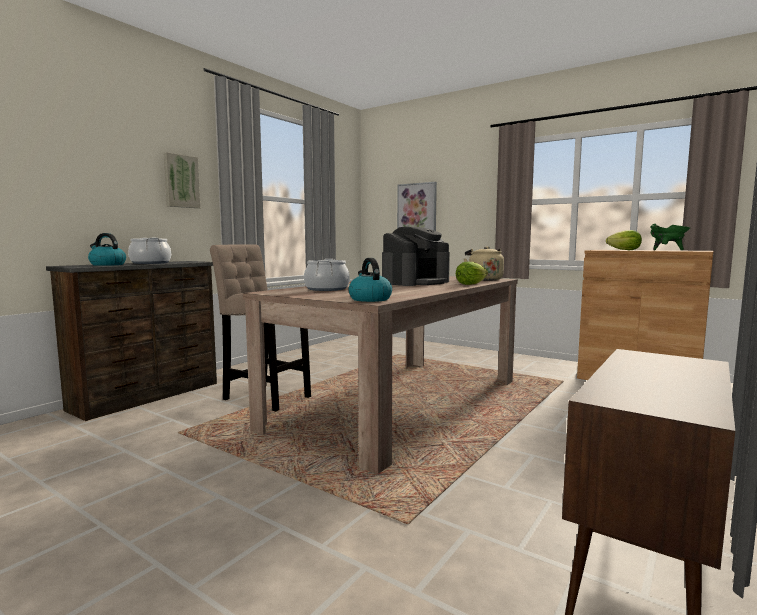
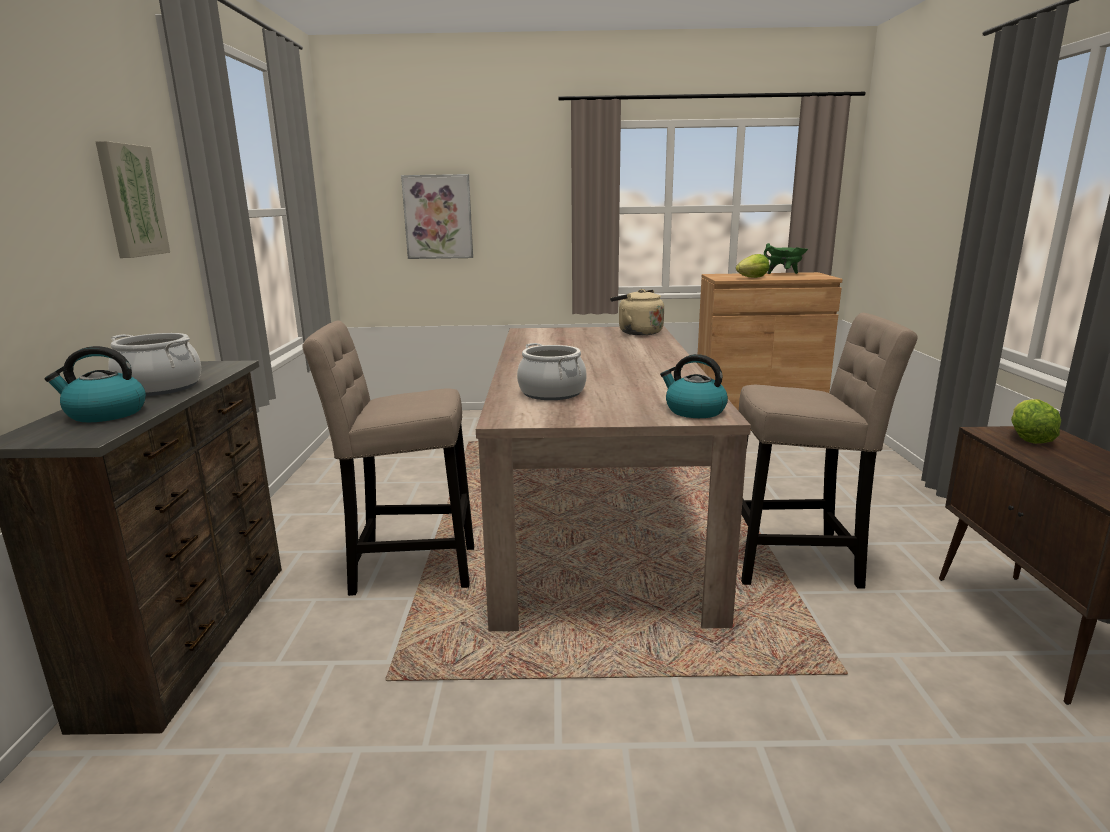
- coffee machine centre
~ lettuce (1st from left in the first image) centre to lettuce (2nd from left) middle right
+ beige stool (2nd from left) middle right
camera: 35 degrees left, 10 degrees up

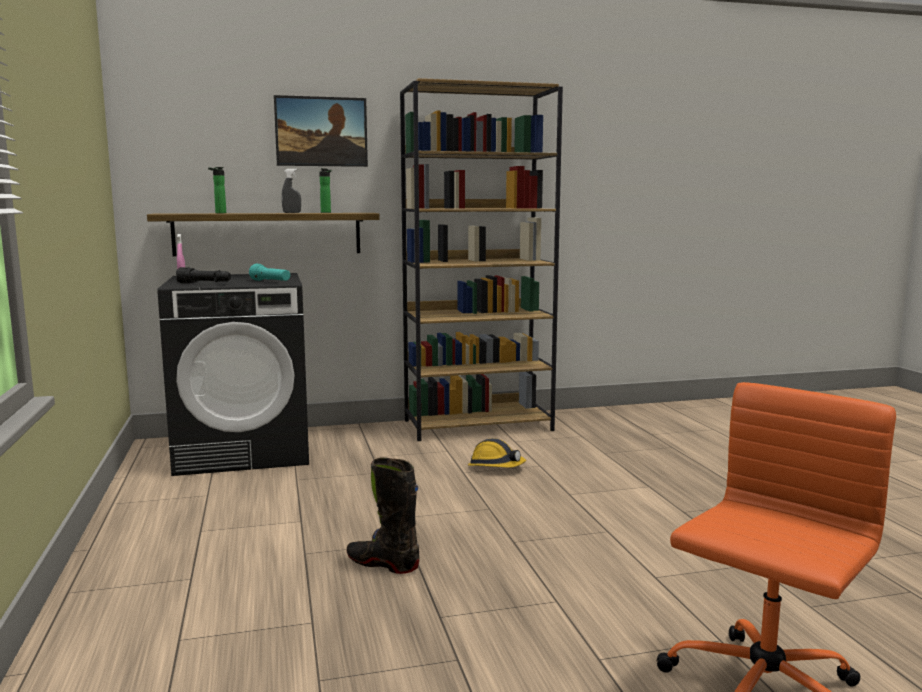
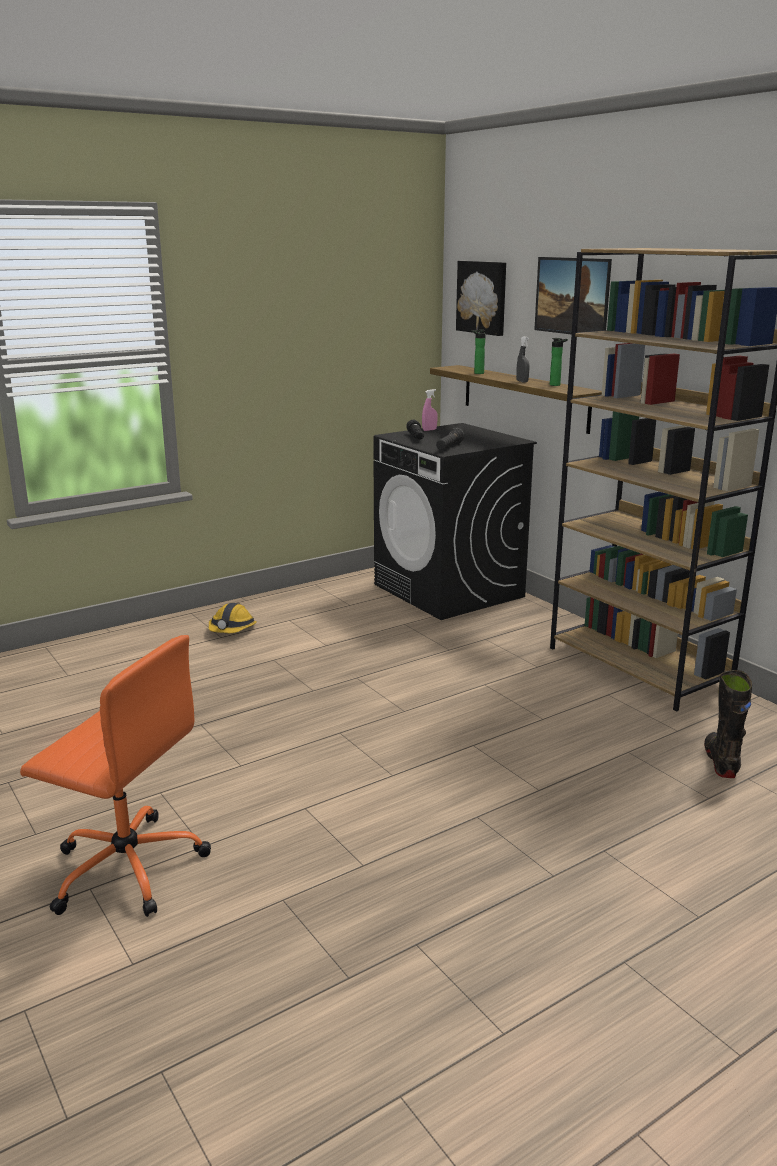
~ turquoise flashlight middle left to black flashlight (2nd from left) centre
~ black boot bottom centre to middle right
~ hard hat centre to middle left
+ picture (1st from left) top centre
camera: 70 degrees right, 10 degrees up

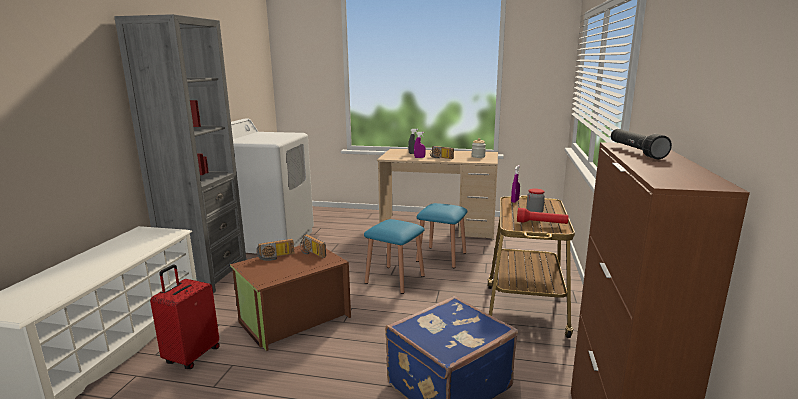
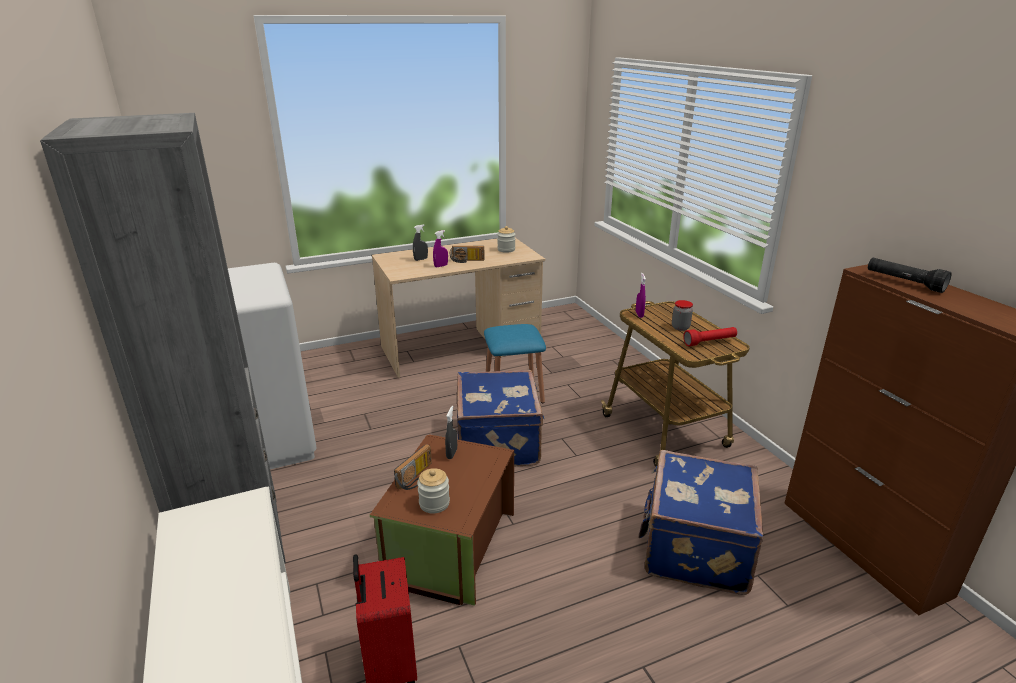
~ radio (2nd from left) centre to grey spray bottle (2nd from left) centre
~ blue stool (1st from left) centre to blue suitcase (1st from left) centre
+ jar (1st from left) bottom centre
camera: 35 degrees left, 10 degrees up

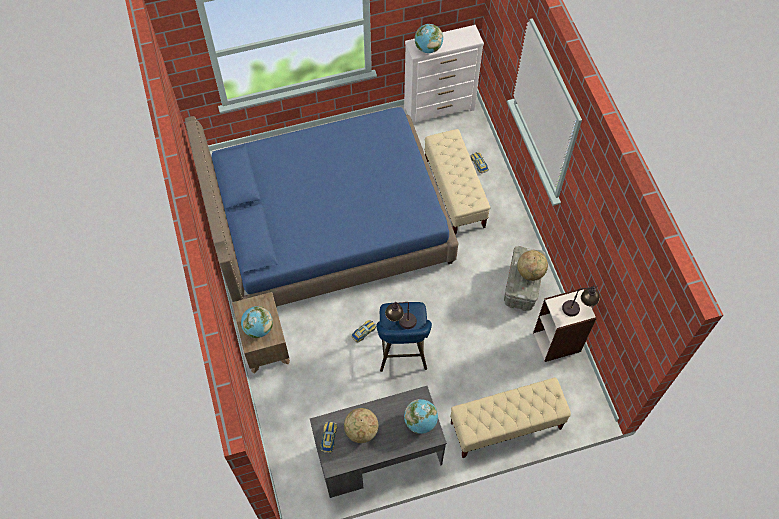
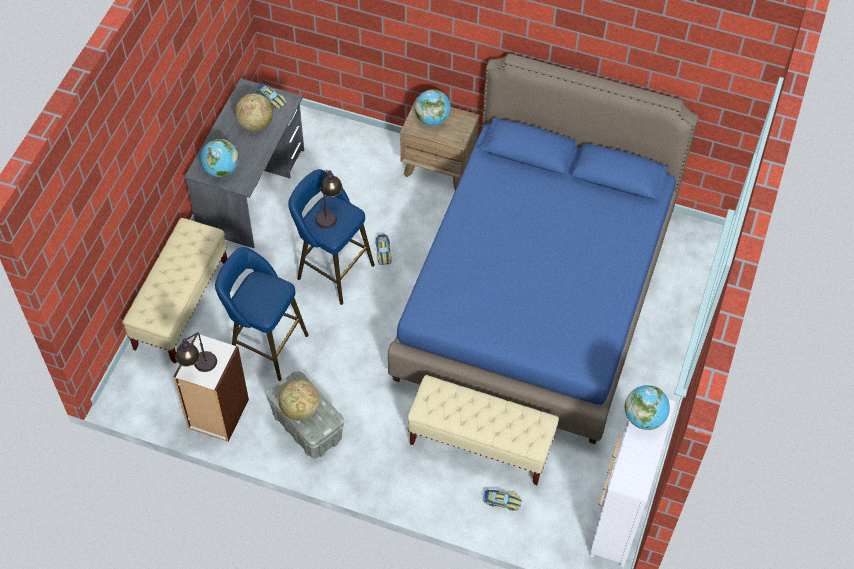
+ blue stool (1st from left) middle left
camera: 125 degrees right, 5 degrees down

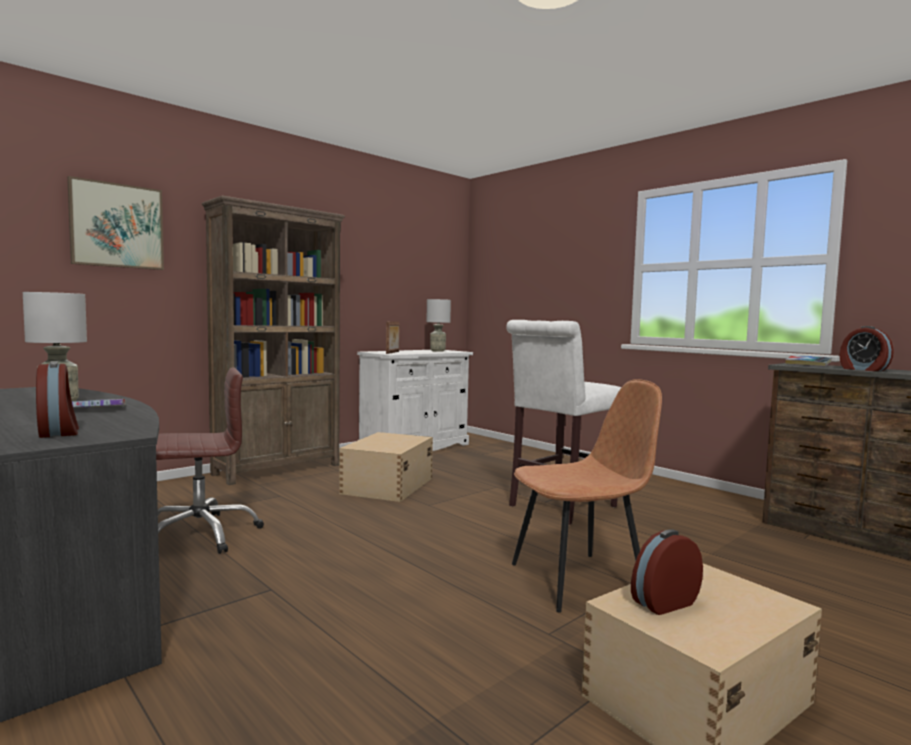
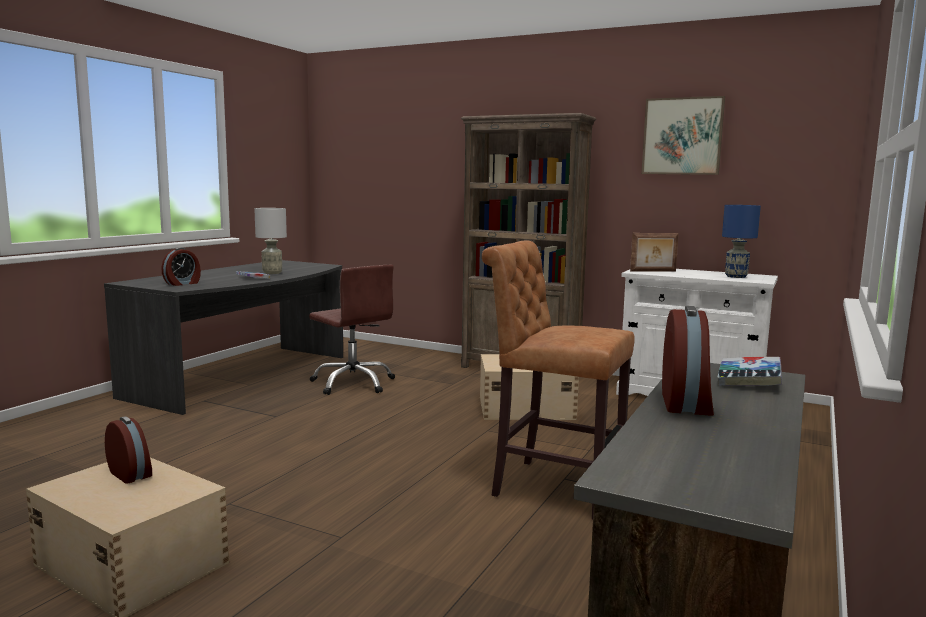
~ picture top left to top right
~ grey table lamp (2nd from left) centre to blue table lamp middle right
~ white stool centre to brown stool centre
- brown chair centre
~ alarm clock (3rd from left) middle right = middle right 150 degrees clockwise
camera: 70 degrees right, 5 degrees up

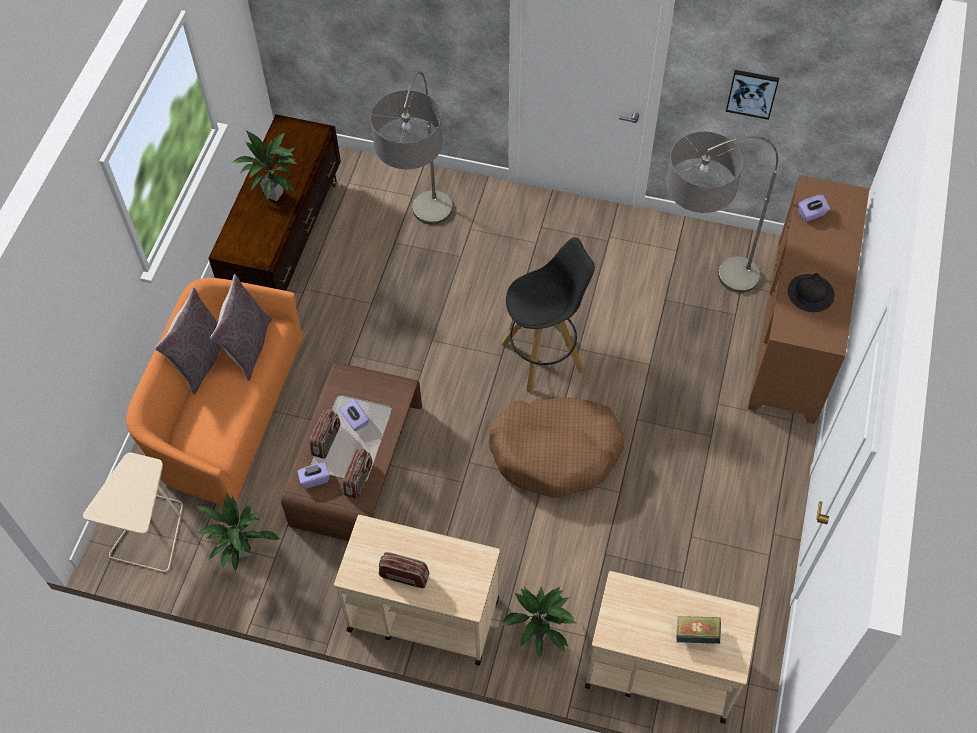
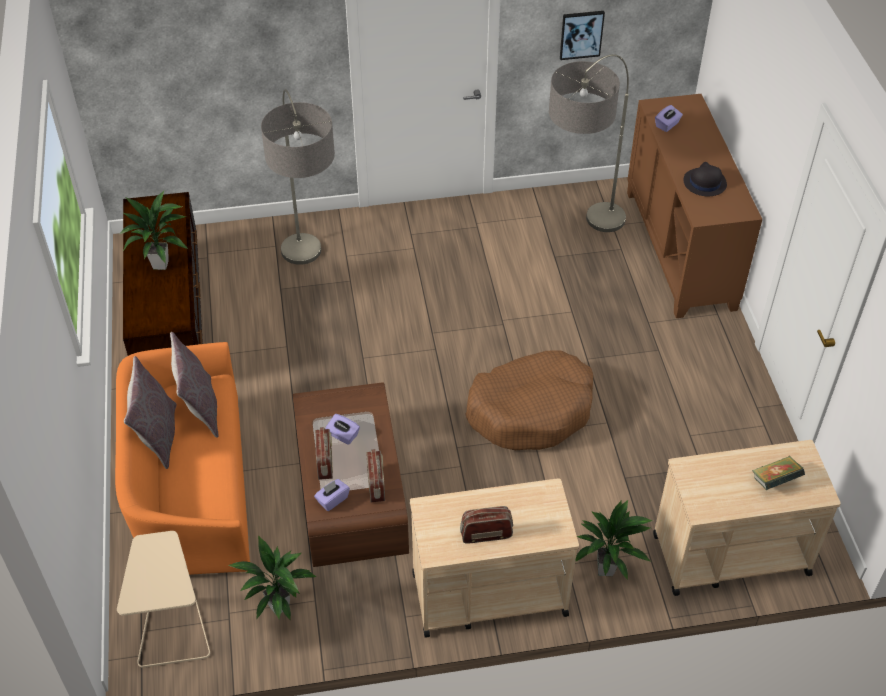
- black stool centre
camera: 25 degrees left, 10 degrees down

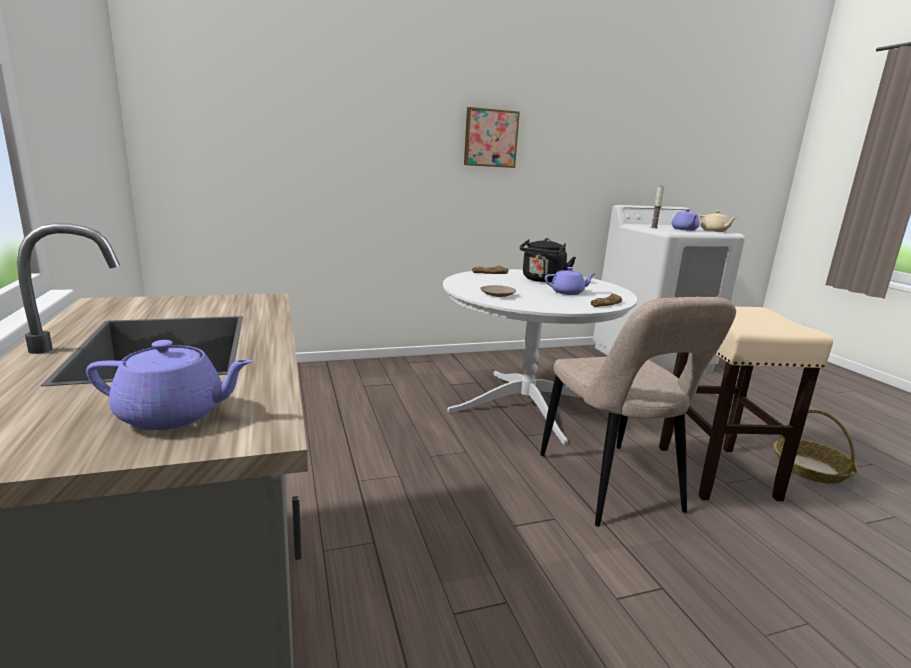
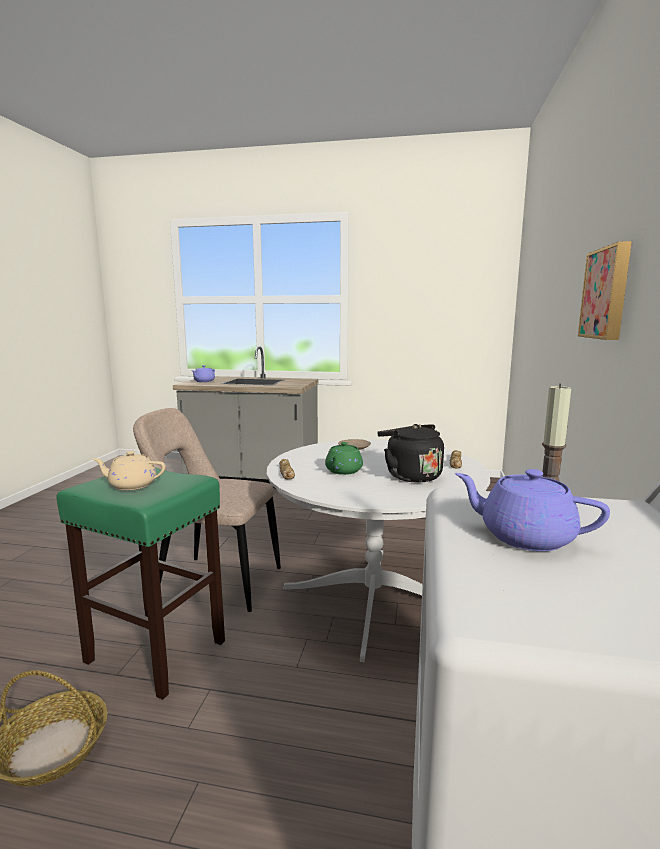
~ purple teapot (2nd from left) centre to green teapot centre
~ beige stool middle right to green stool bottom left
~ beige teapot top right to middle left
camera: 120 degrees right, 5 degrees down

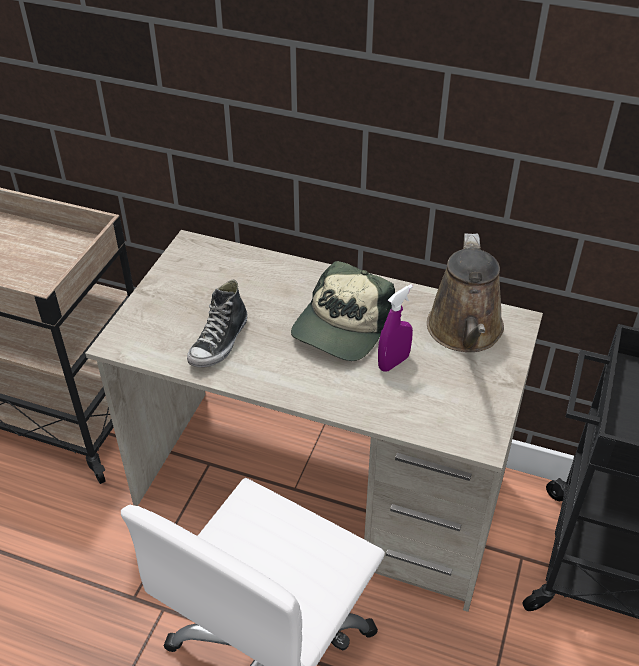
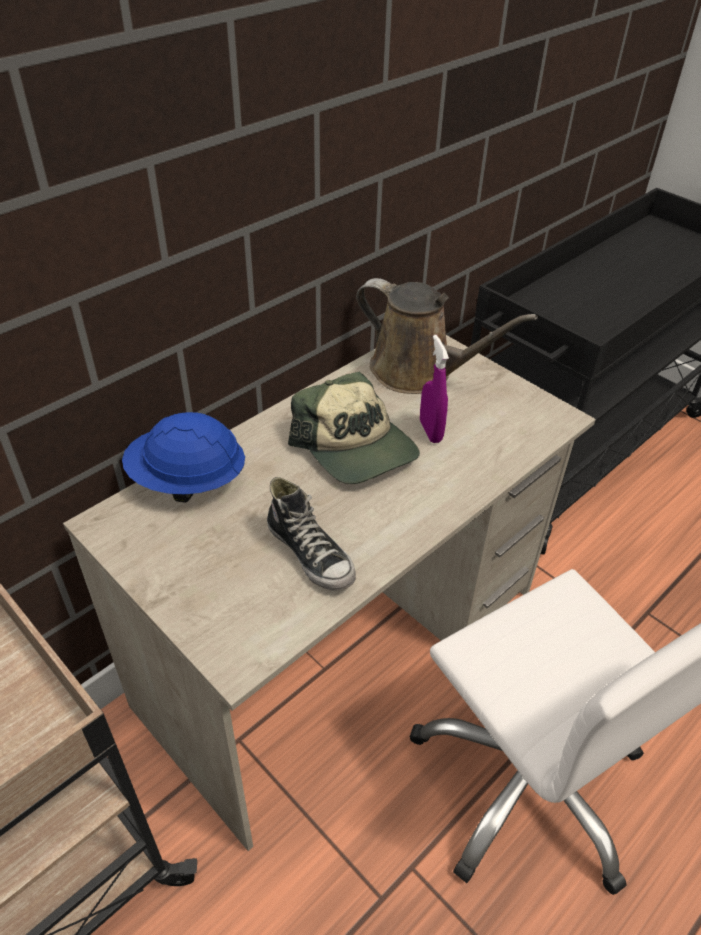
+ blue hard hat middle left
camera: 65 degrees left, 0 degrees up

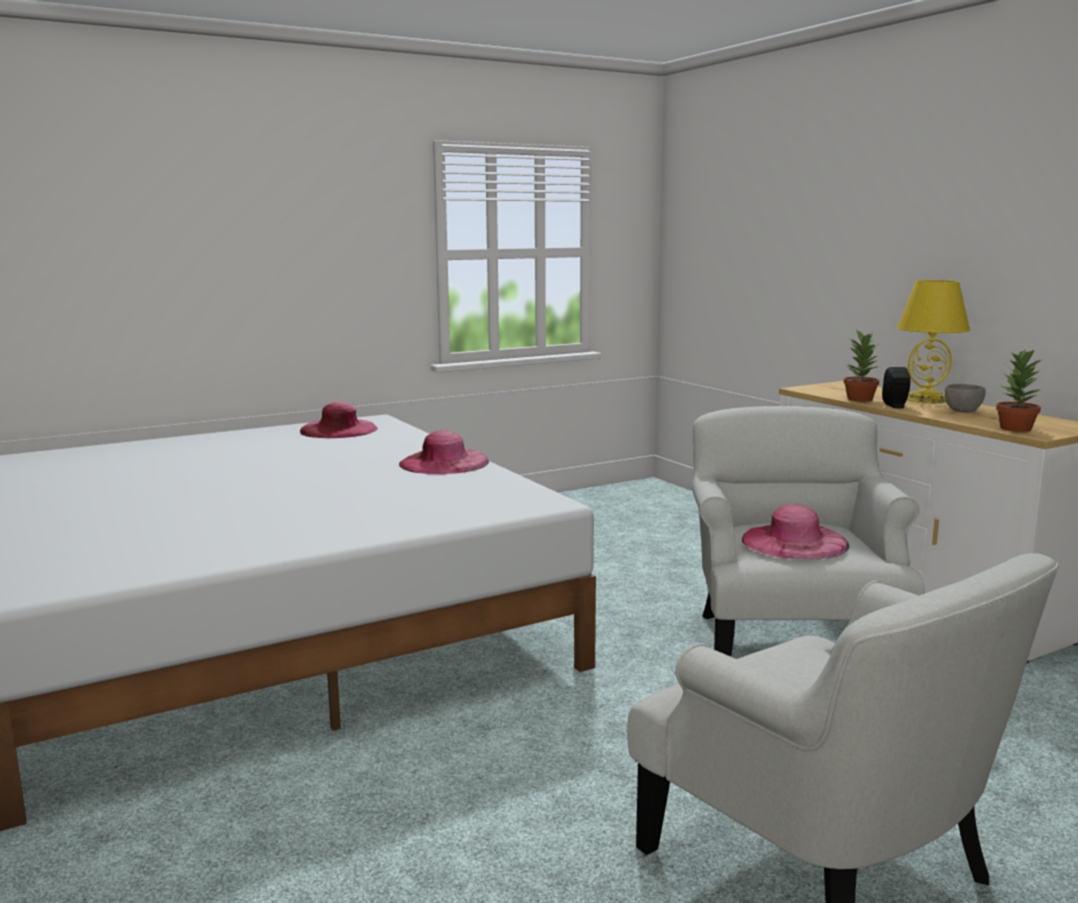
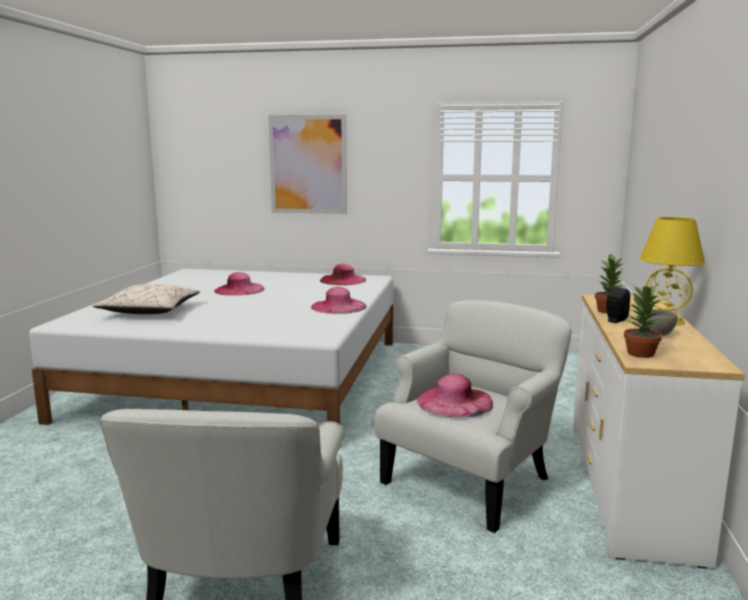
+ beige pillow middle left
+ pink hat (1st from left) middle left
+ picture top centre
camera: 40 degrees right, 0 degrees up

